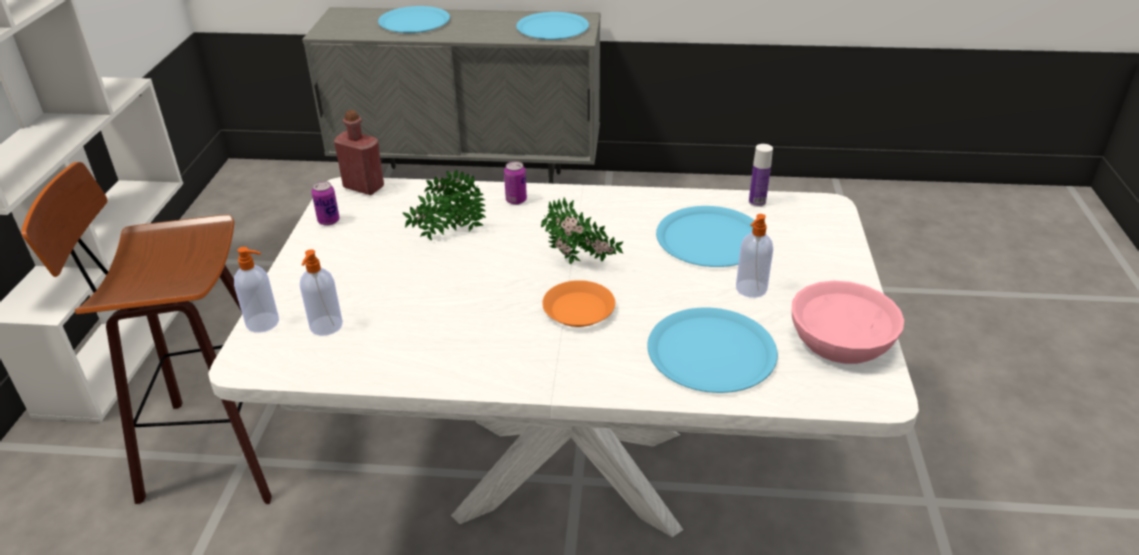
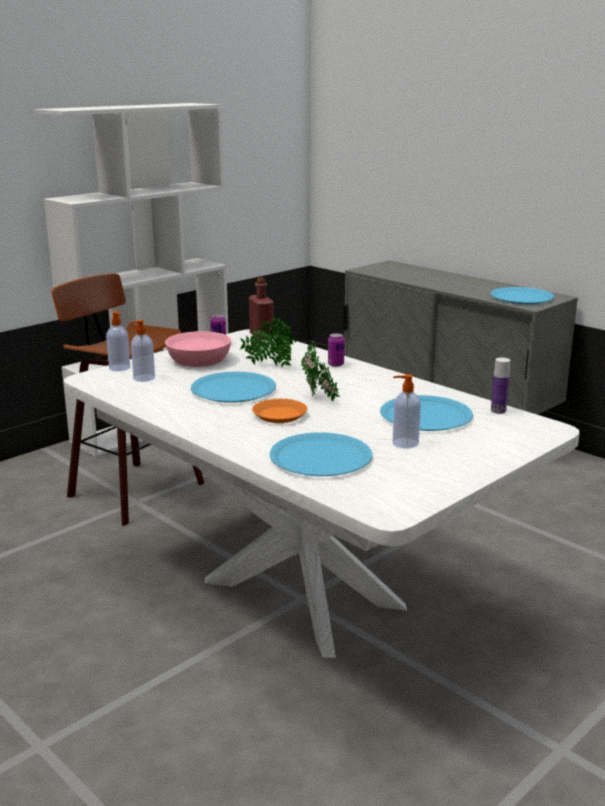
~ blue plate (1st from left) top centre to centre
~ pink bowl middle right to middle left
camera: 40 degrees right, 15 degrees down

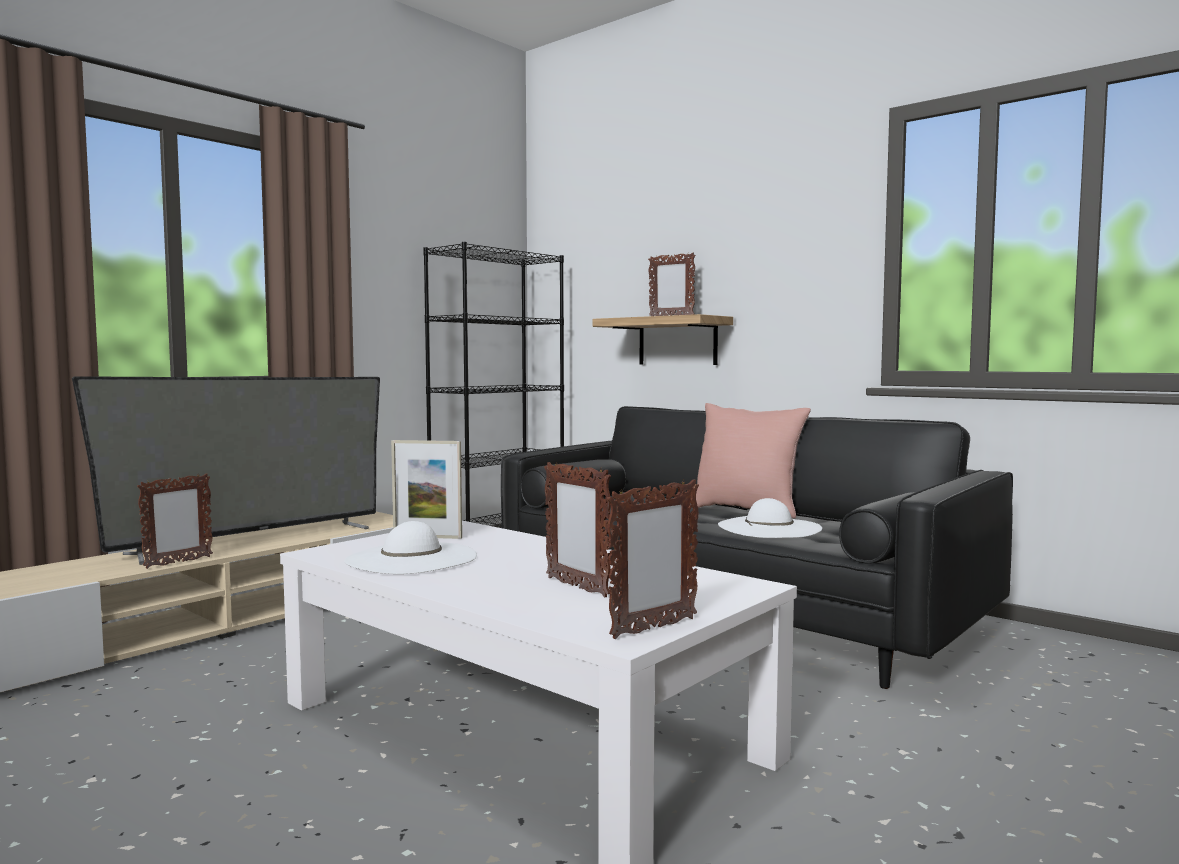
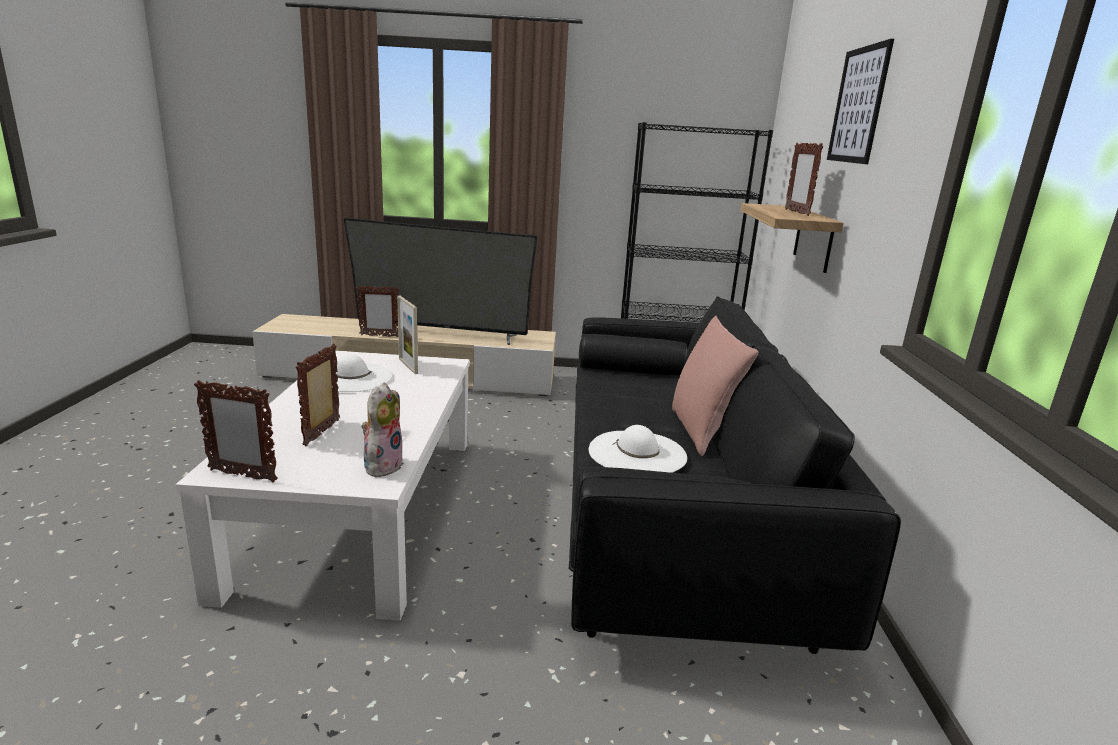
+ plush toy centre
+ picture top right
camera: 50 degrees right, 15 degrees up

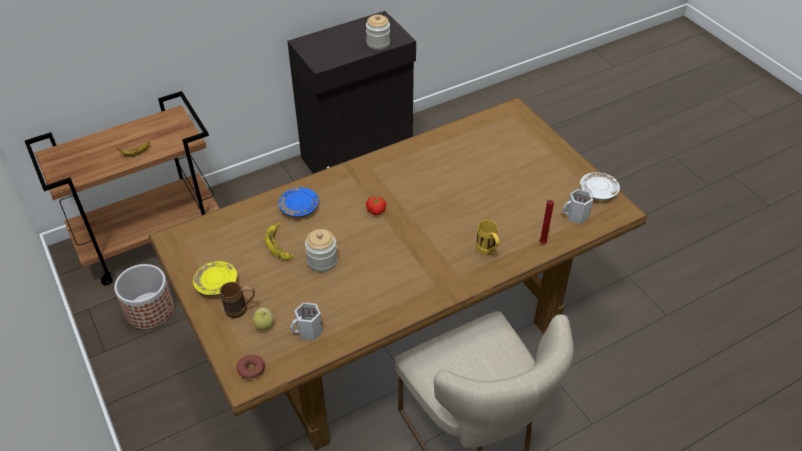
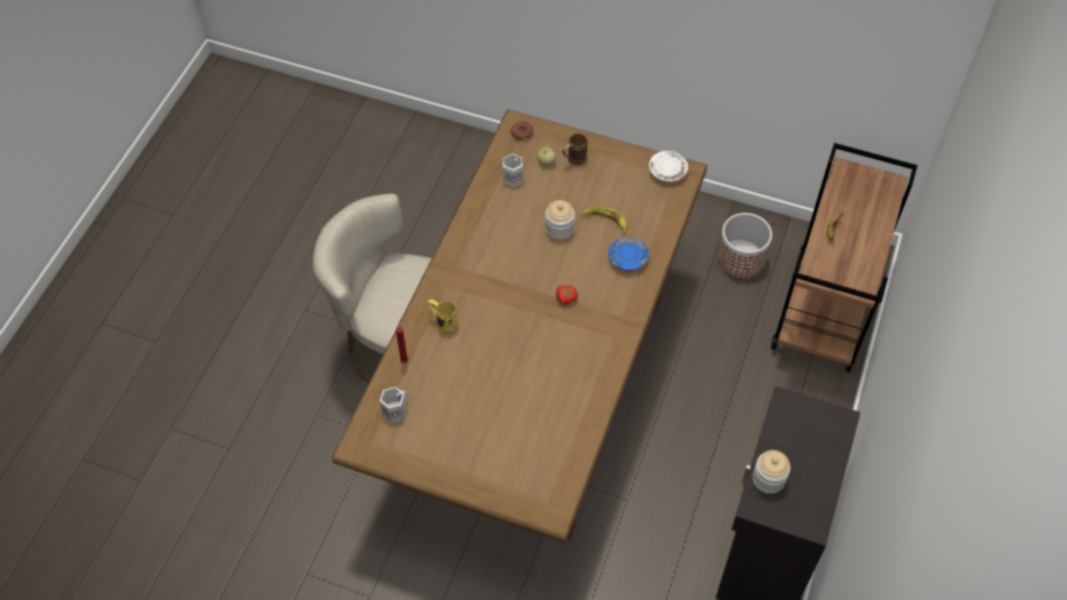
- yellow plate middle left
~ white plate middle right to top centre
camera: 140 degrees right, 10 degrees up

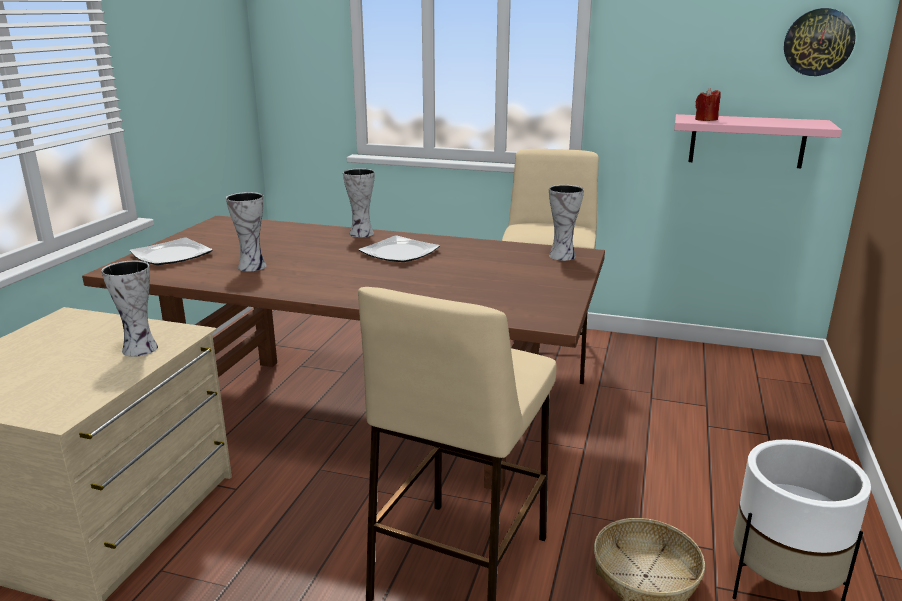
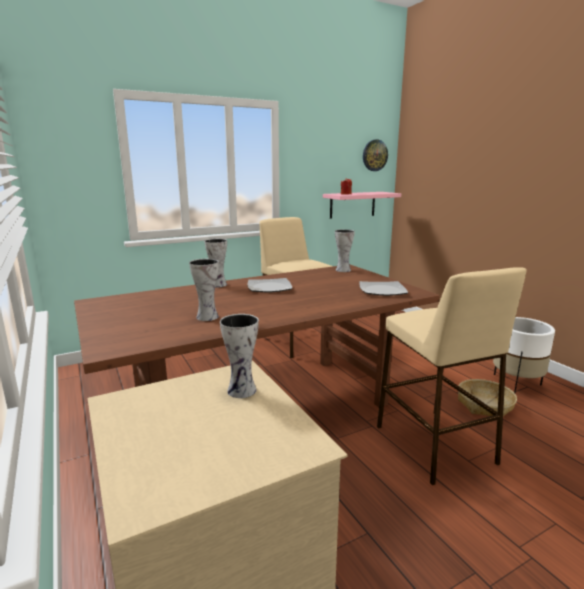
~ plate (1st from left in the first image) middle left to plate (2nd from left) centre
camera: 45 degrees left, 5 degrees down

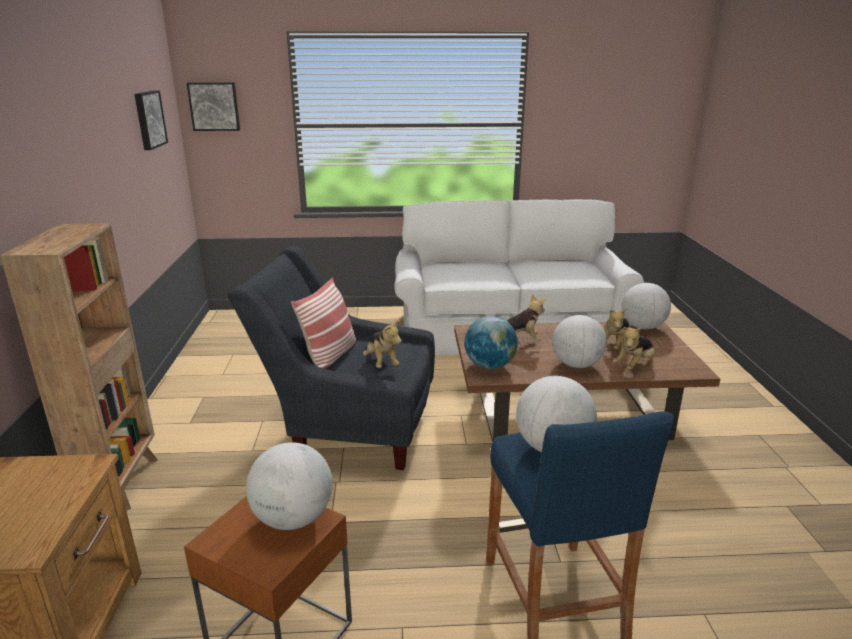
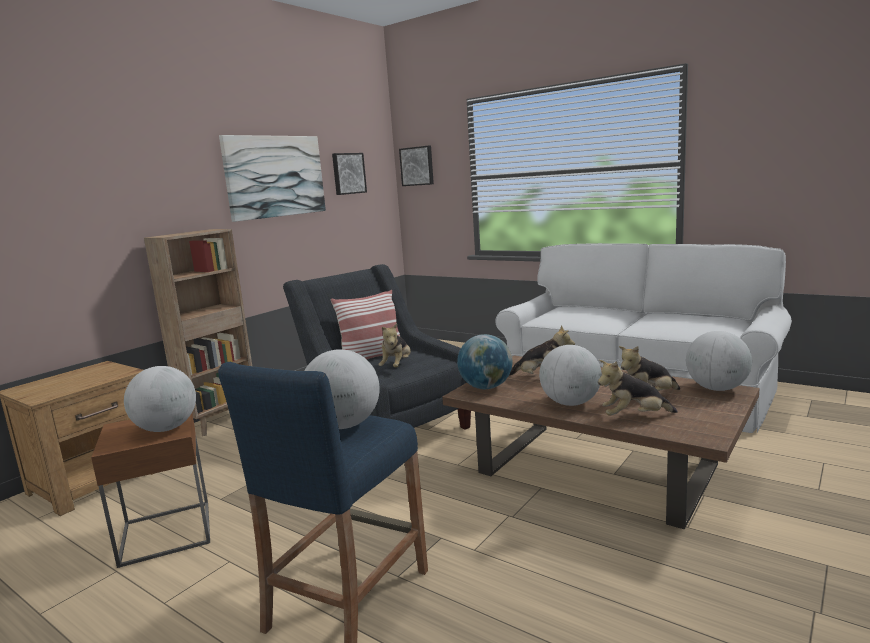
+ picture (1st from left) top left
camera: 40 degrees right, 10 degrees down

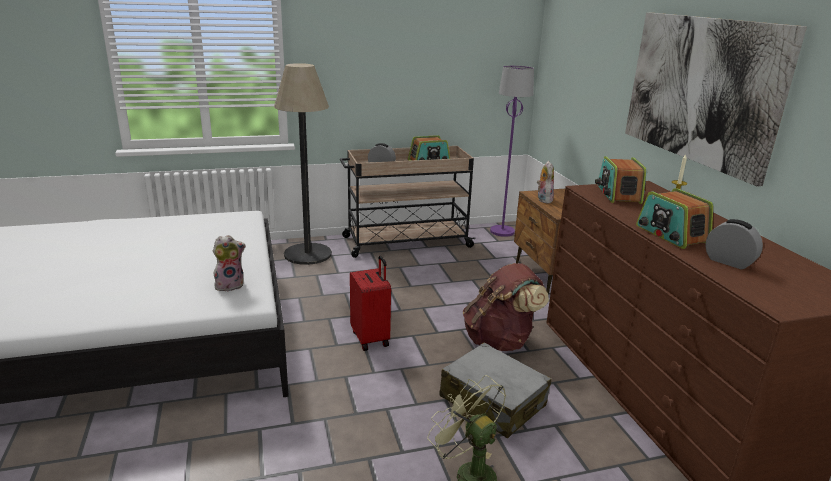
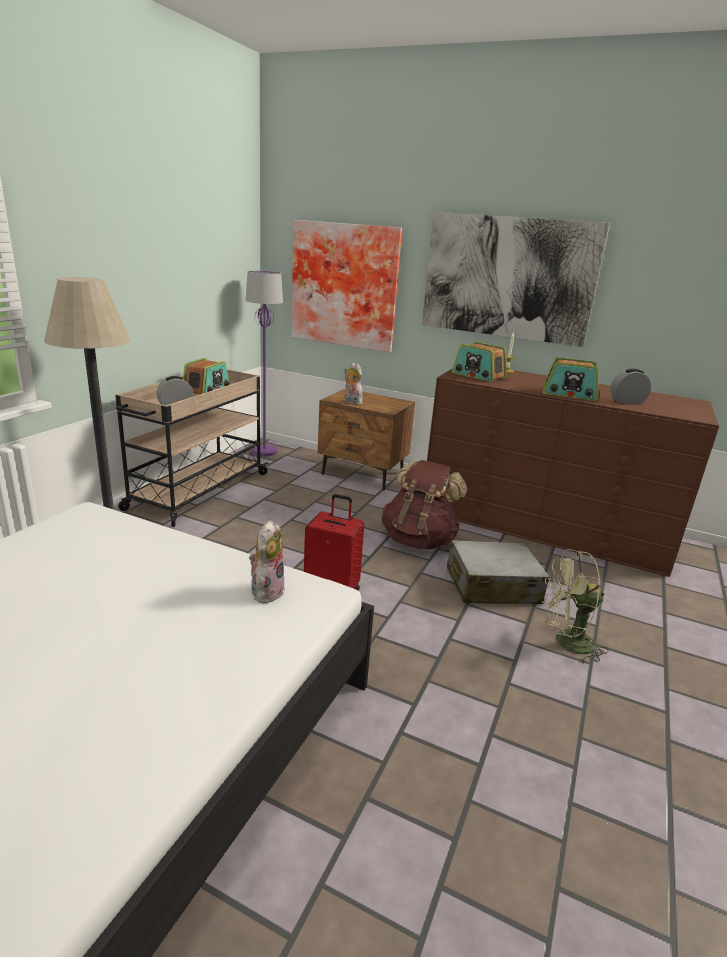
+ picture (1st from left) top centre
camera: 50 degrees left, 0 degrees up

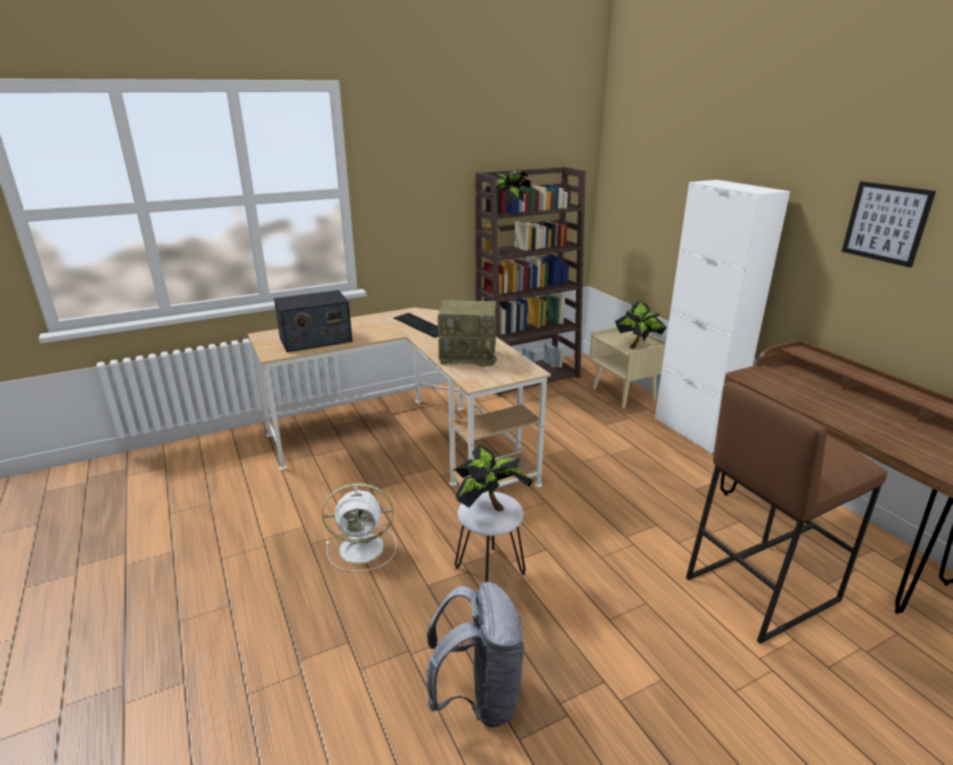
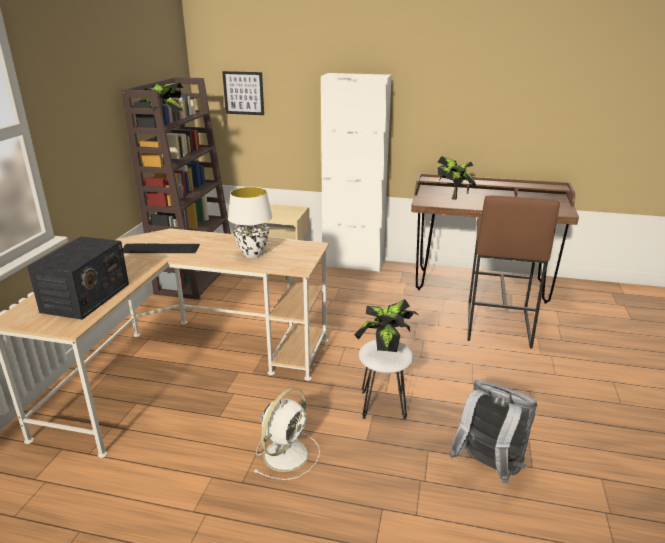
~ radio (2nd from left) centre to white table lamp centre
~ potted plant (3rd from left) middle right to top right
~ picture top right to top centre
camera: 50 degrees left, 0 degrees up

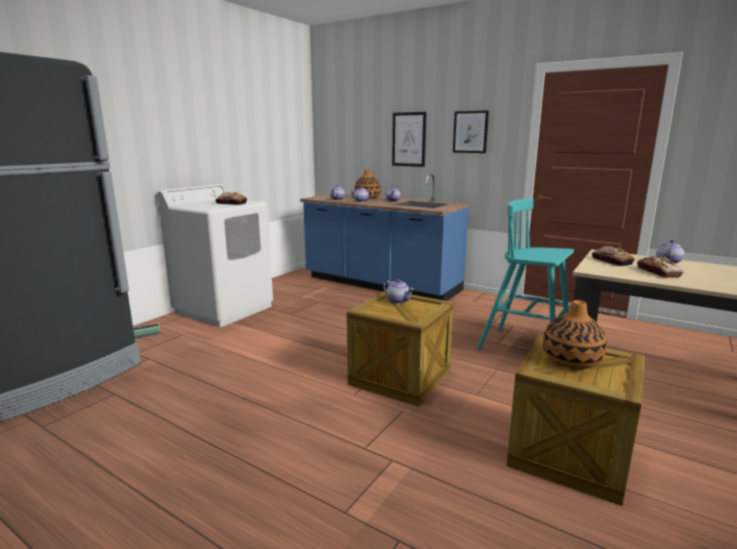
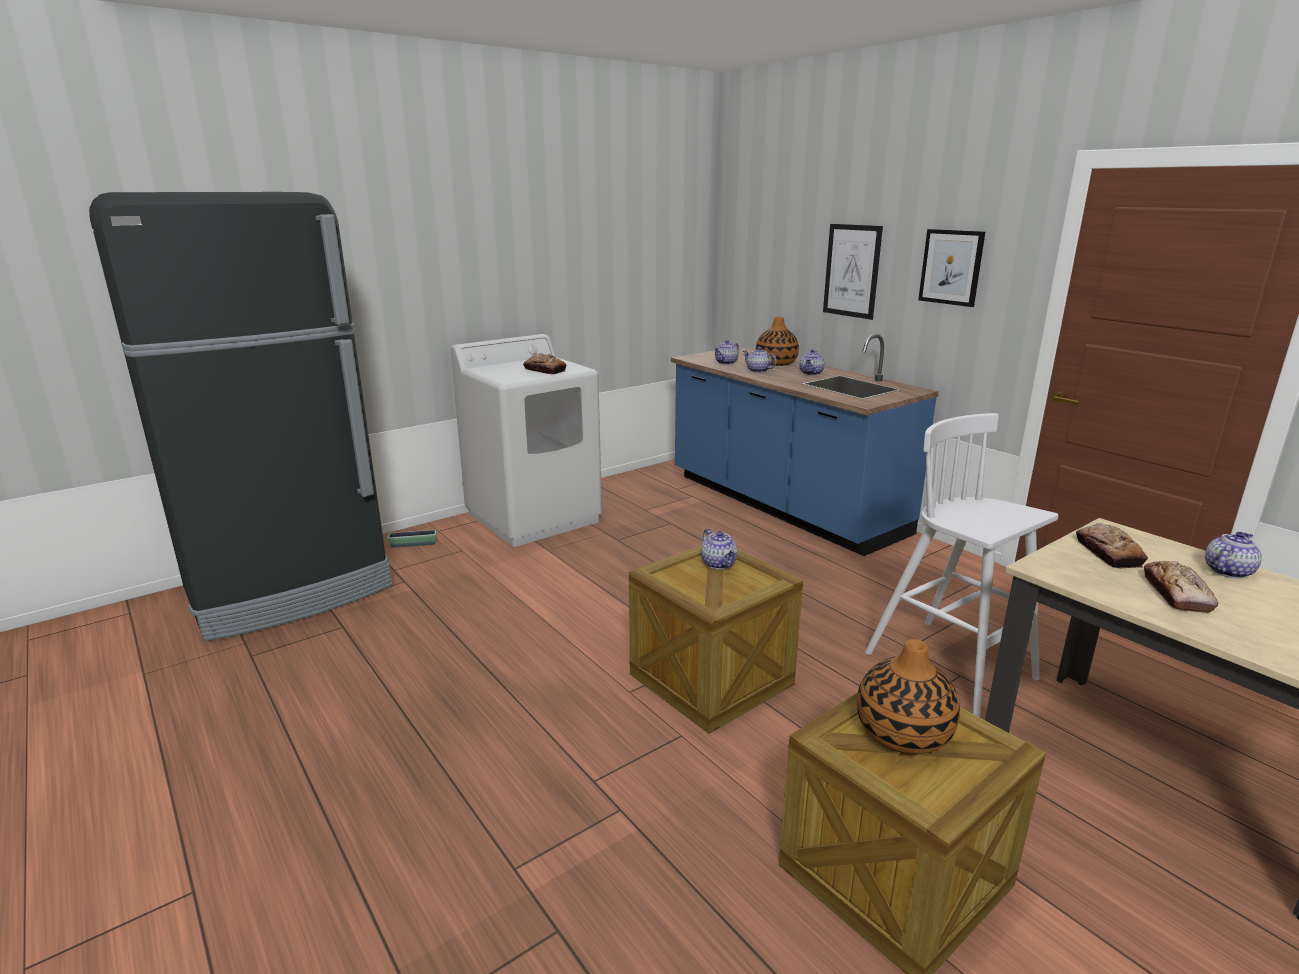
~ turquoise stool middle right to white stool middle right
camera: 20 degrees right, 5 degrees up

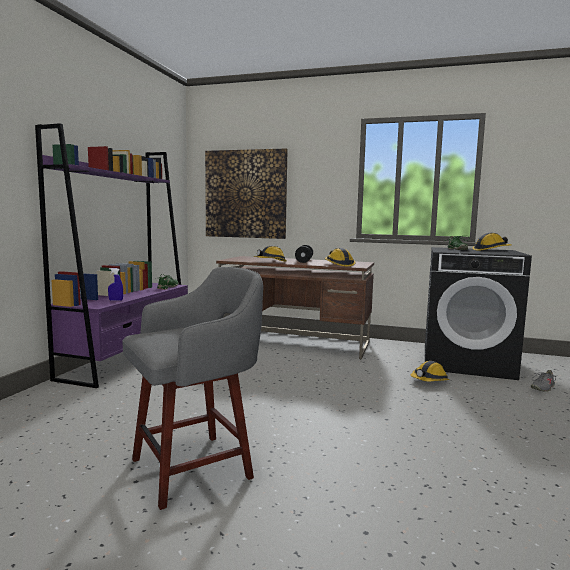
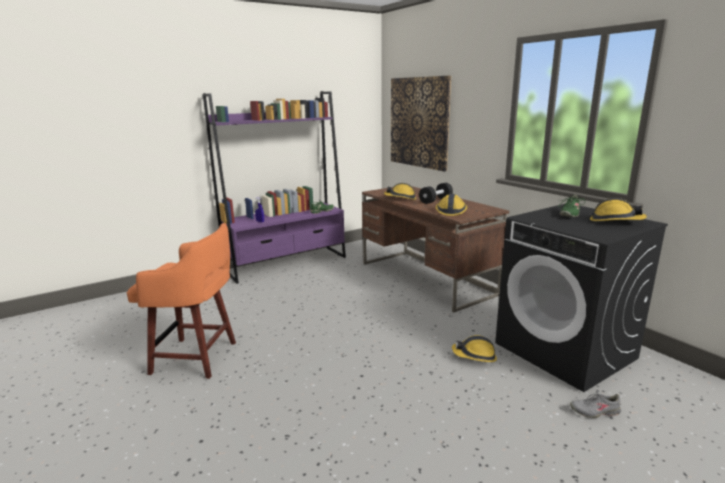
~ grey stool bottom centre to orange stool middle left
camera: 40 degrees right, 10 degrees up

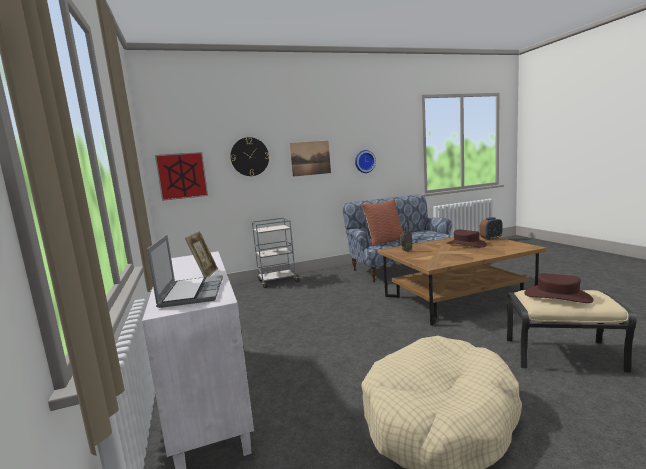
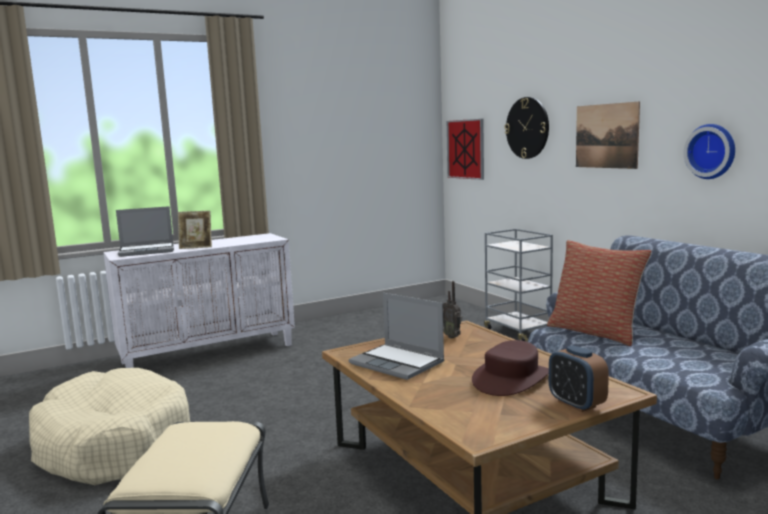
- brown hat (2nd from left) middle right
+ laptop (2nd from left) centre
camera: 80 degrees right, 0 degrees up

